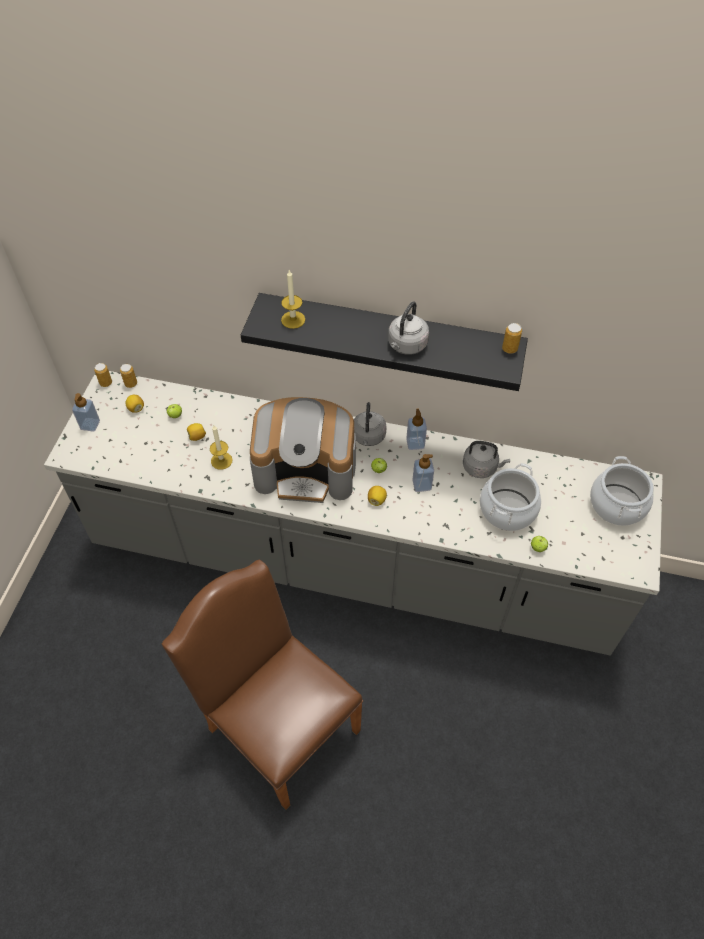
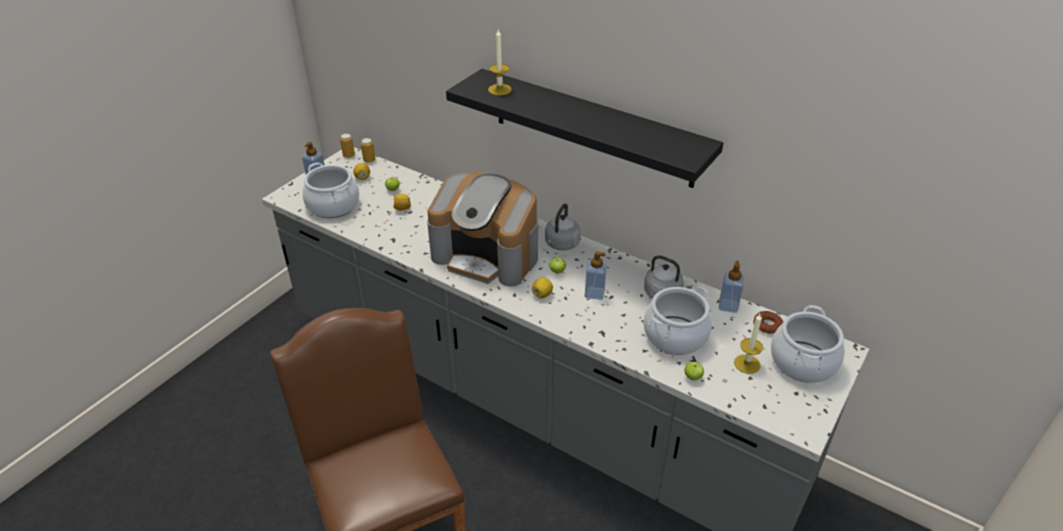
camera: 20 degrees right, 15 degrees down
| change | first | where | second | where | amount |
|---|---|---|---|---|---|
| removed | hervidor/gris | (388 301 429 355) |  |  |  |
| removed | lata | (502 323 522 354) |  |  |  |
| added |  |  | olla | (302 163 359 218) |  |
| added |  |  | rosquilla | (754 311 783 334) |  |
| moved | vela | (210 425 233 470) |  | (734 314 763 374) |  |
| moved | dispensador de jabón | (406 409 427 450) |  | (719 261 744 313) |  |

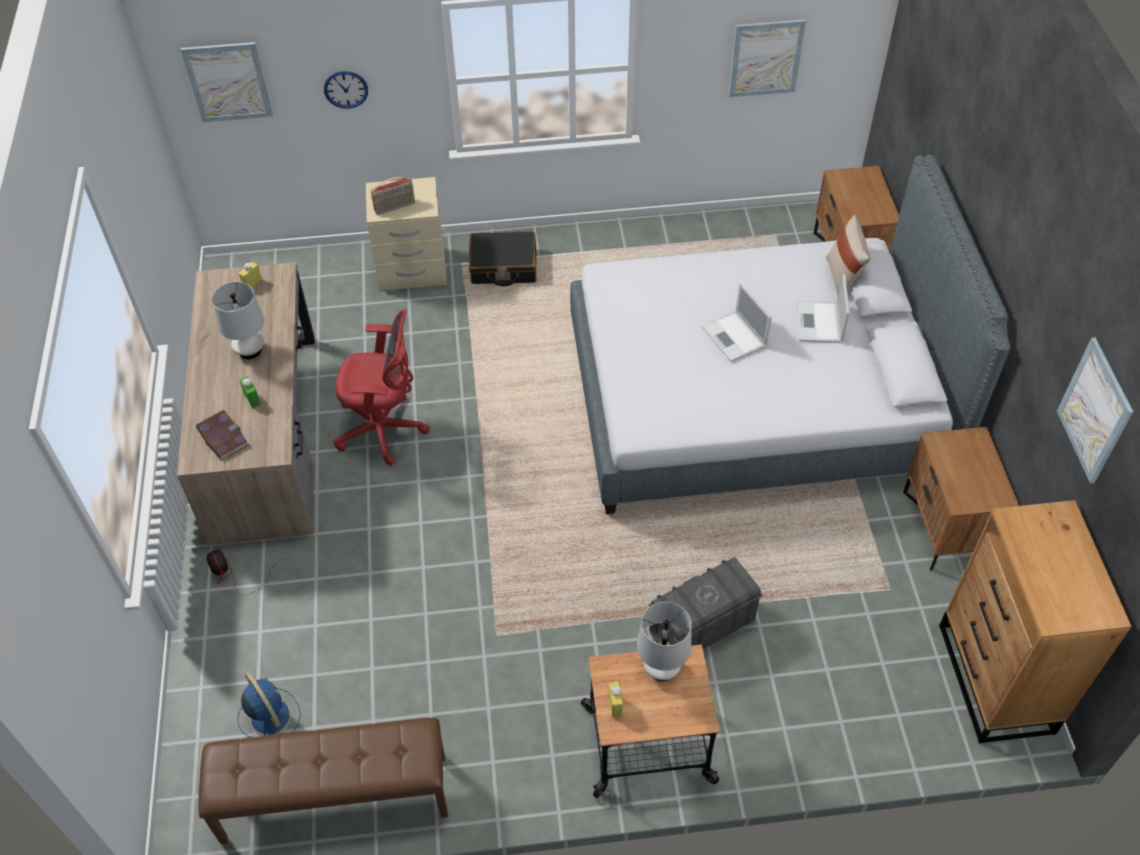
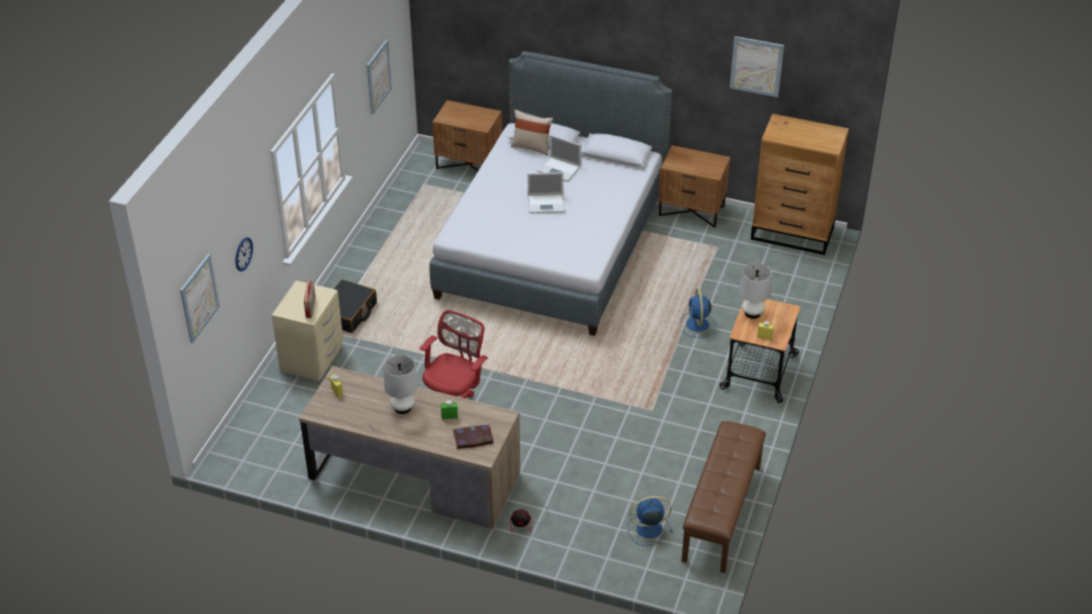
camera: 65 degrees left, 10 degrees down
| change | first | where | second | where | amount |
|---|---|---|---|---|---|
| replaced | caja de almacenaje/gris | (649 557 763 649) | ventilador/azul | (680 289 717 338) |  |

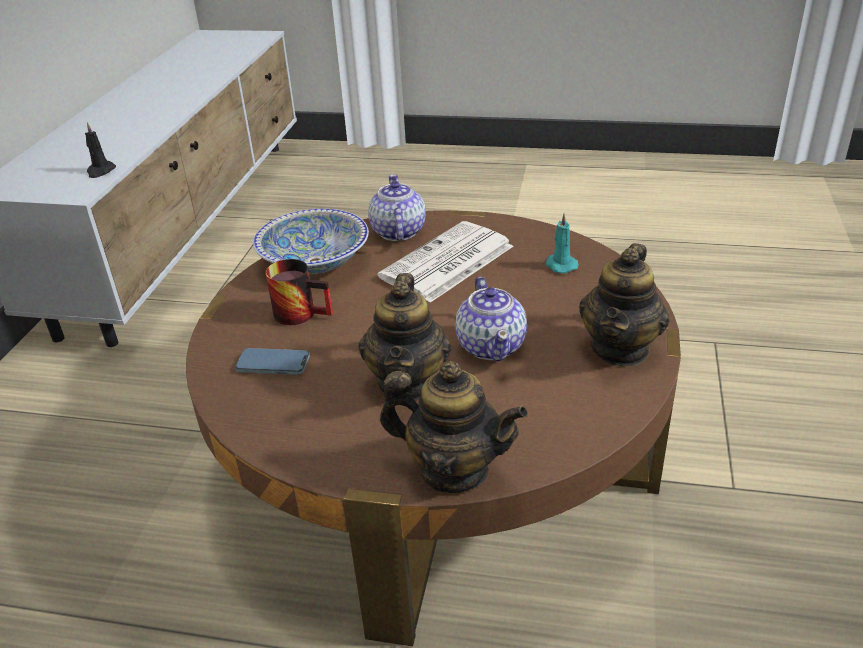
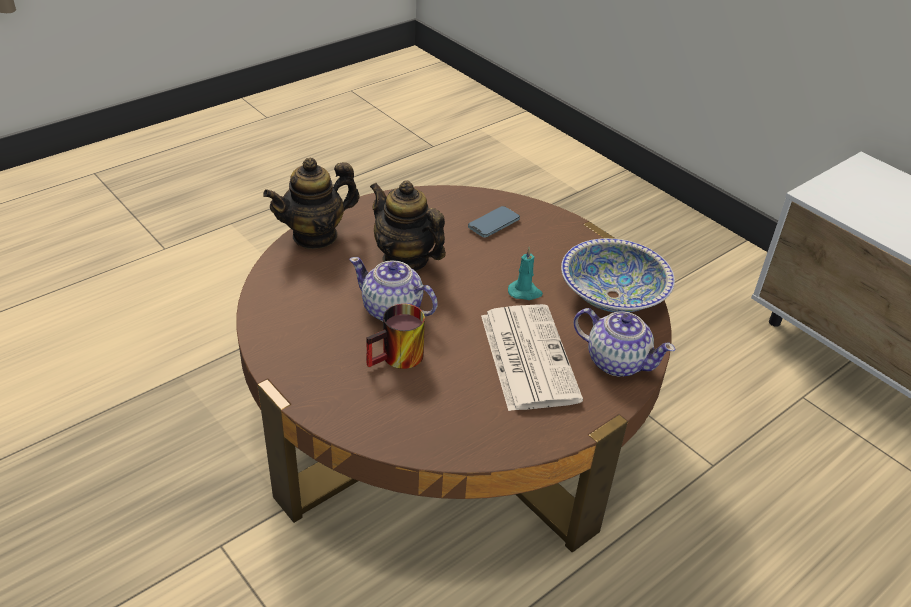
camera: 125 degrees right, 5 degrees up
| change | first | where | second | where | amount |
|---|---|---|---|---|---|
| removed | vela/negro | (85 122 116 178) |  |  |  |
| removed | tetera | (579 243 669 366) |  |  |  |
| moved | taza grande | (265 259 333 325) |  | (366 304 425 369) |  |
| moved | vela/turquesa | (545 213 579 273) |  | (508 247 543 300) |  |

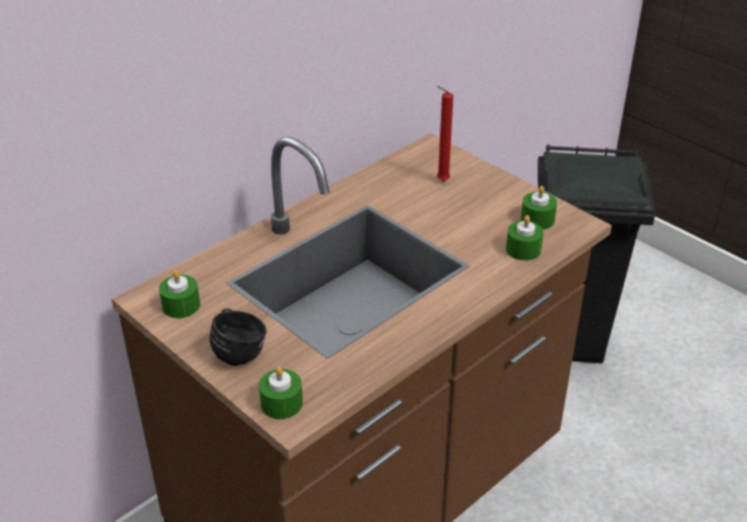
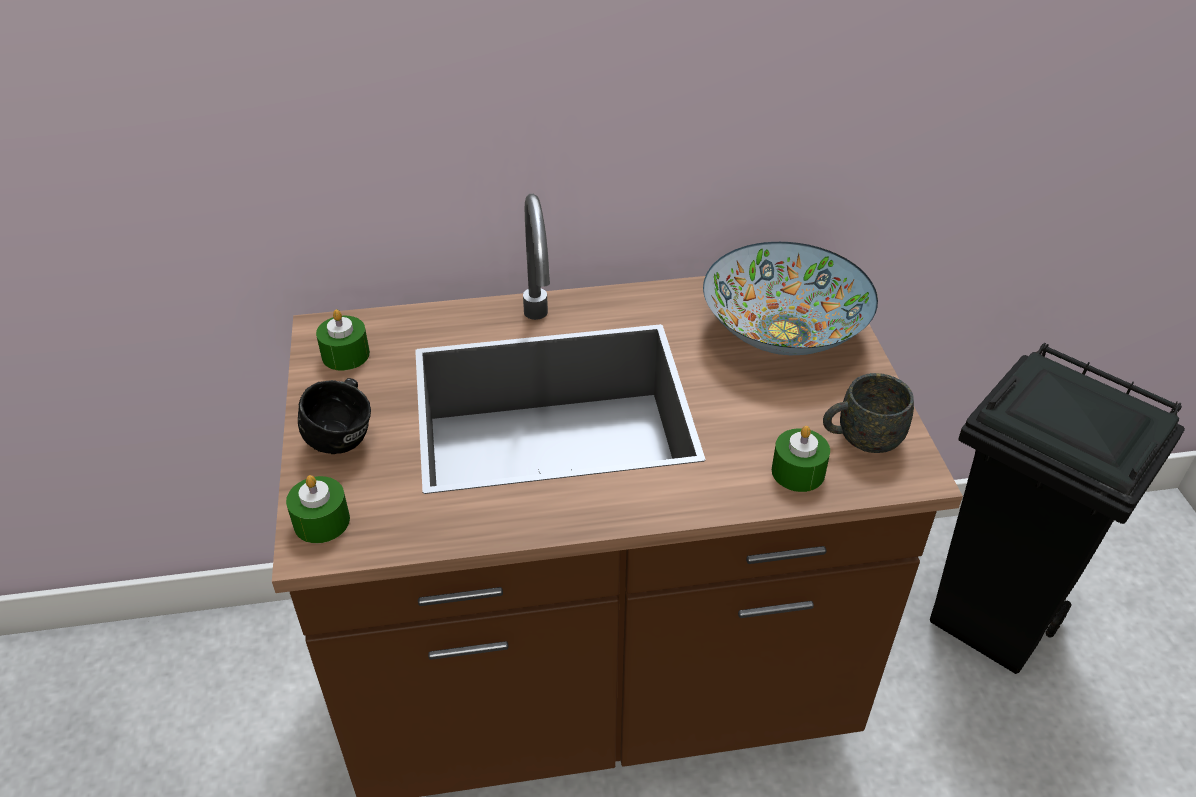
camera: 35 degrees right, 5 degrees up
| change | first | where | second | where | amount |
|---|---|---|---|---|---|
| replaced | vela/rojo | (437 86 453 181) | cuenco | (703 242 878 355) |  |
| replaced | vela/verde | (521 186 557 229) | taza grande/gris | (823 373 914 453) |  |

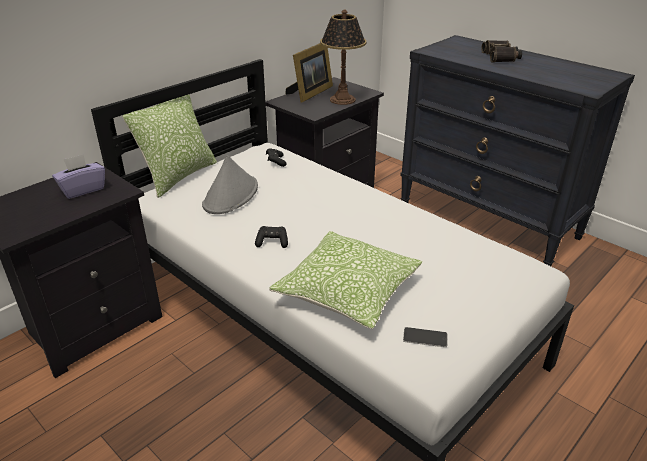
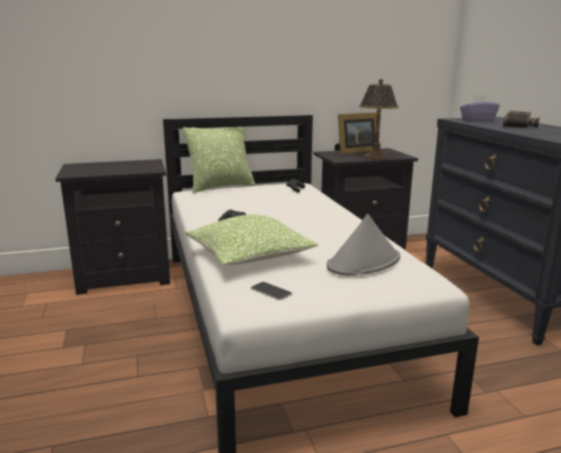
camera: 30 degrees right, 15 degrees down
| change | first | where | second | where | amount |
|---|---|---|---|---|---|
| moved | caja de pañuelos/morado | (52 154 105 199) |  | (460 95 500 122) |  |
| moved | sombrero/gris | (202 155 258 214) |  | (327 214 400 275) |  |

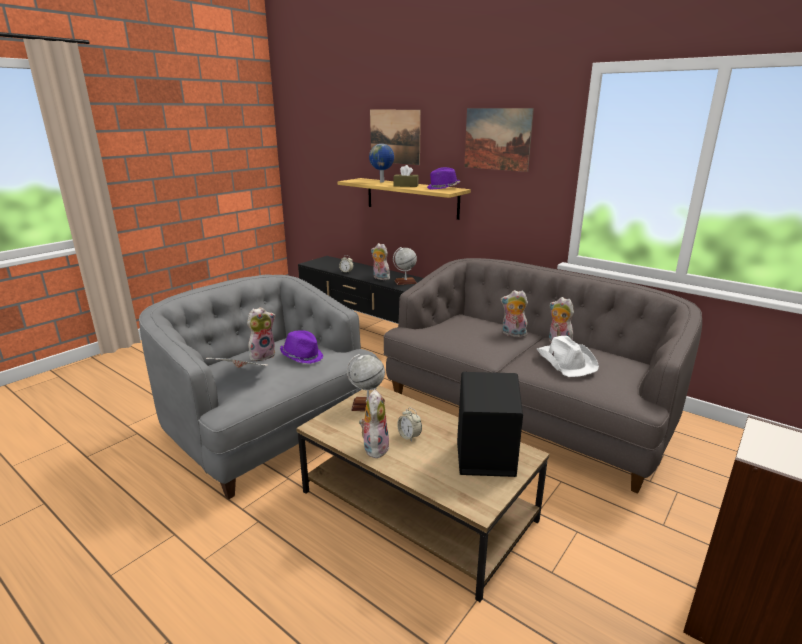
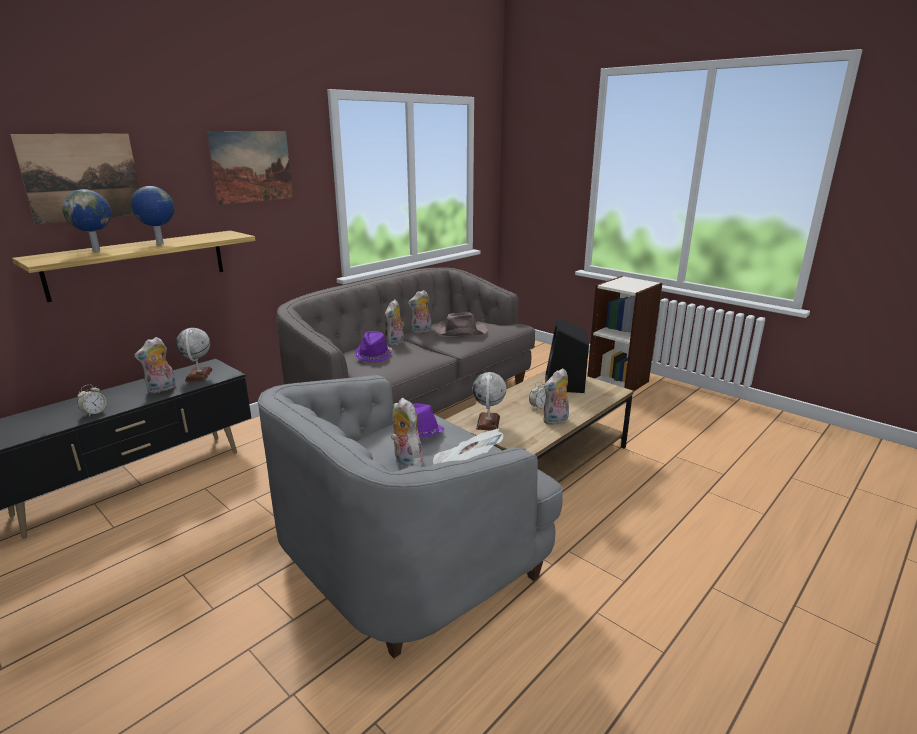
camera: 85 degrees left, 0 degrees up
| change | first | where | second | where | amount |
|---|---|---|---|---|---|
| moved | sombrero/morado | (427 167 460 189) |  | (356 331 392 363) |  |
| replaced | caja de pañuelos/marrón | (393 165 419 187) | globo terráqueo | (131 186 174 245) |  |
| recoloured | sombrero/blanco | (537 336 599 377) | sombrero/marrón | (434 312 488 336) |  |
| turned | peluche | (359 389 389 458) |  | (543 368 569 425) | 45 degrees counterclockwise |

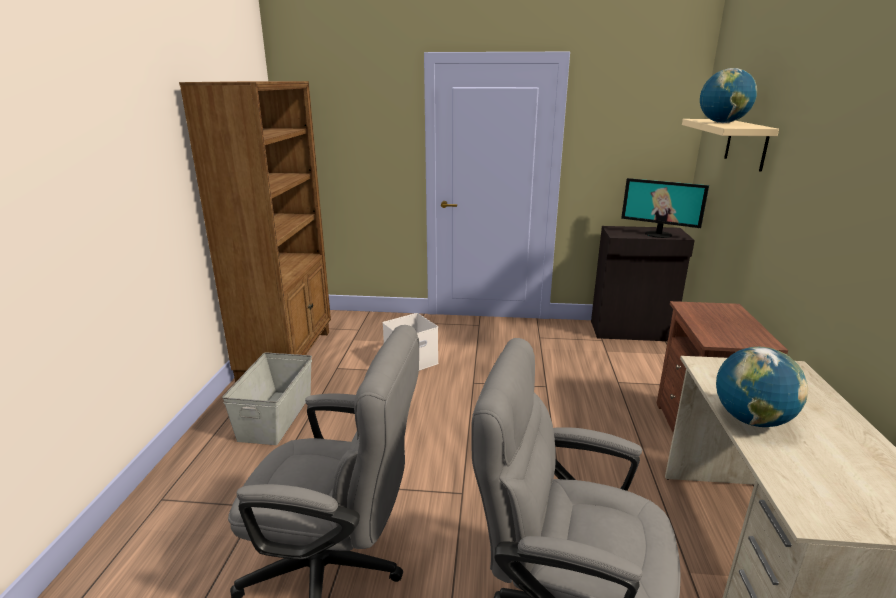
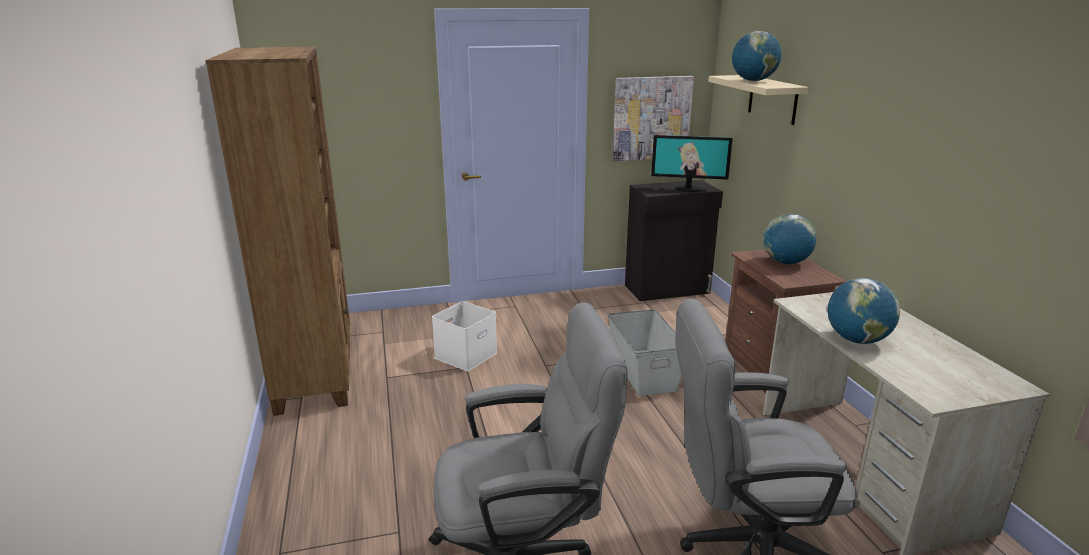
camera: 20 degrees left, 0 degrees up
| change | first | where | second | where | amount |
|---|---|---|---|---|---|
| added |  |  | cuadro | (613 76 694 161) |  |
| added |  |  | globo terráqueo | (763 214 817 264) |  |
| moved | caja de almacenaje/gris | (222 353 312 445) |  | (608 309 681 396) |  |

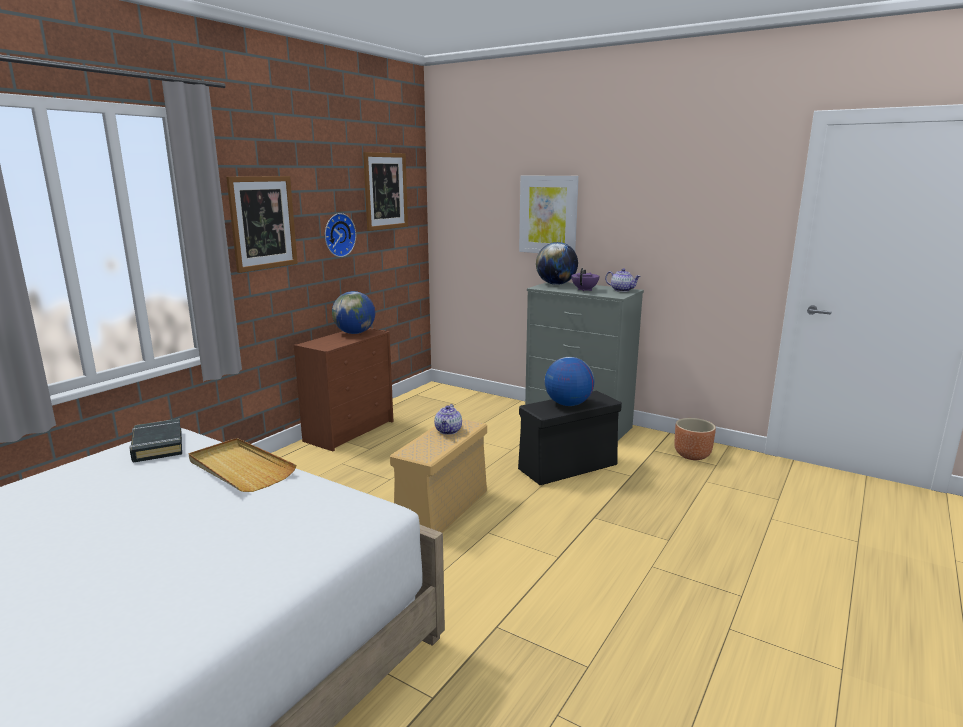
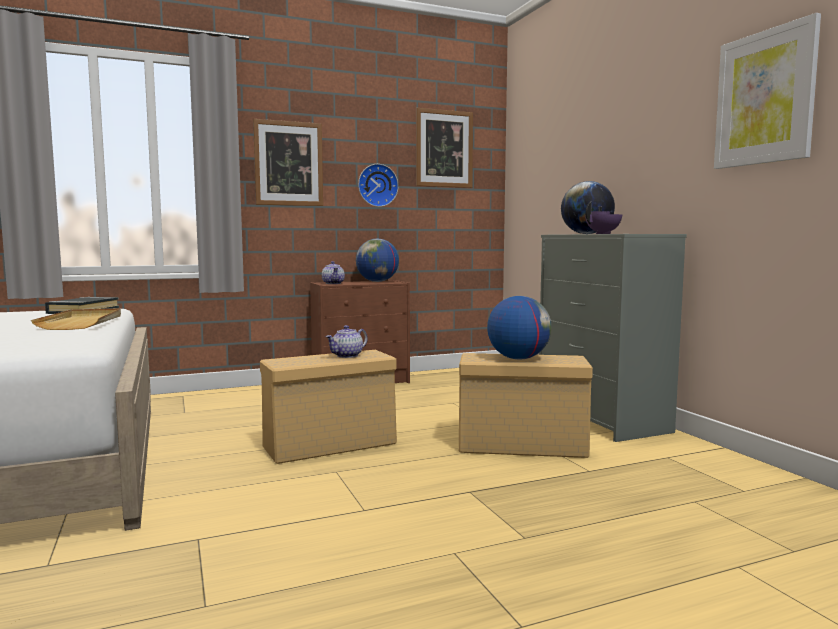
camera: 35 degrees right, 10 degrees down
| change | first | where | second | where | amount |
|---|---|---|---|---|---|
| removed | maceta/marrón | (674 418 716 460) |  |  |  |
| moved | cuadro | (519 176 579 253) |  | (714 13 821 169) |  |
| moved | tetera | (605 268 641 292) |  | (322 261 345 284) |  |
| recoloured | caja de almacenaje/negro | (518 391 622 485) | caja de almacenaje/beis | (459 353 593 458) |  |

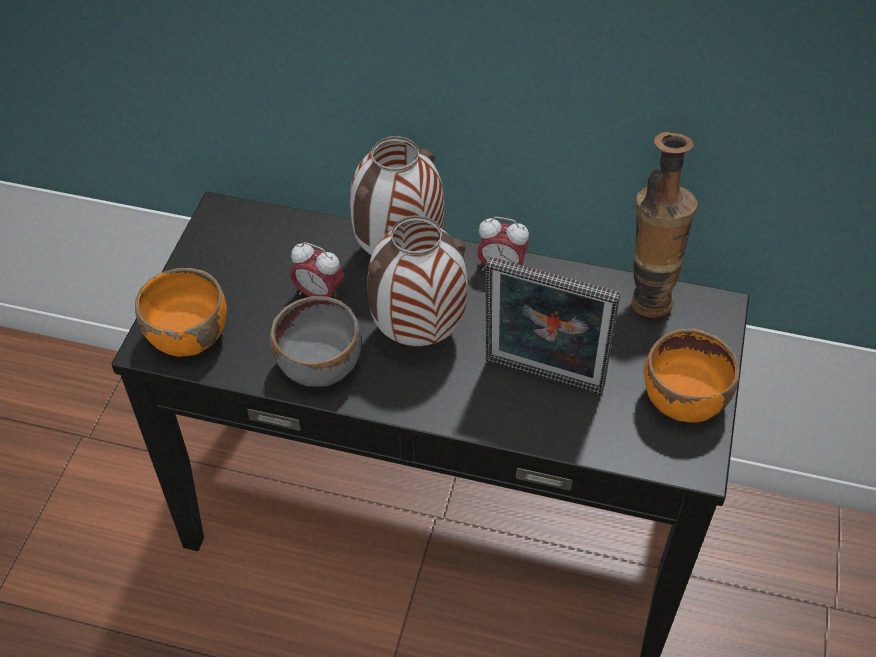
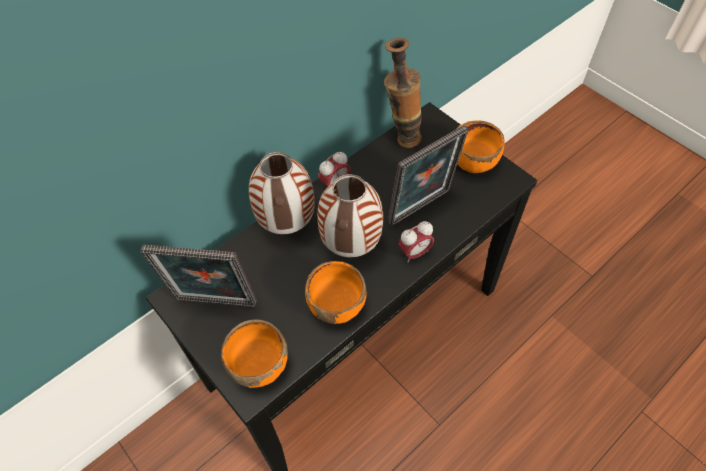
camera: 55 degrees left, 5 degrees up
| change | first | where | second | where | amount |
|---|---|---|---|---|---|
| added |  |  | portarretratos | (141 245 257 307) |  |
| moved | despertador | (290 242 344 297) |  | (398 221 434 262) |  |
| recoloured | cuenco/gris | (270 296 361 387) | cuenco/naranja | (305 261 367 324) |  |

